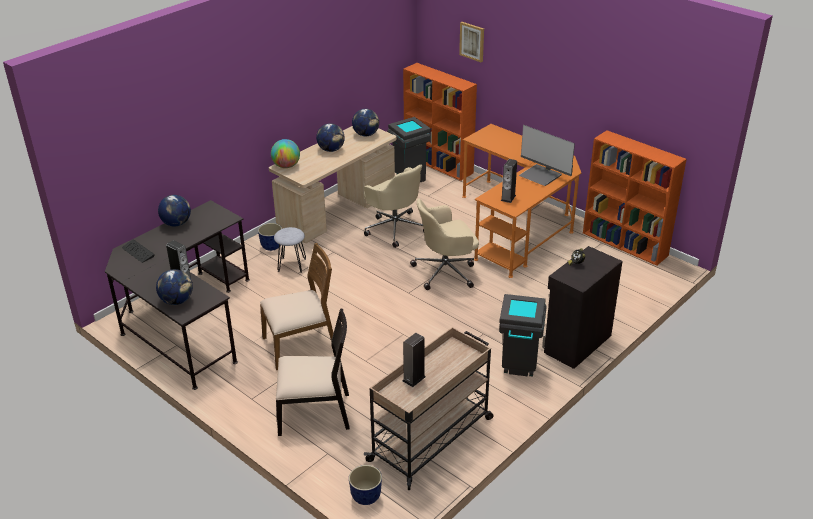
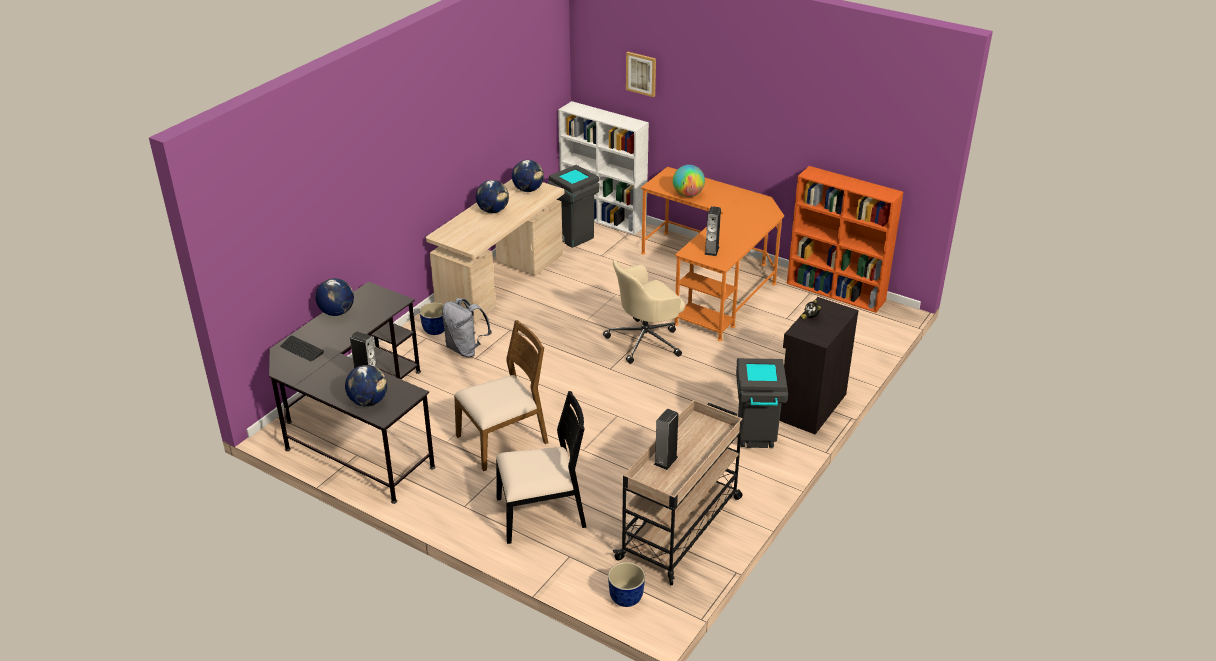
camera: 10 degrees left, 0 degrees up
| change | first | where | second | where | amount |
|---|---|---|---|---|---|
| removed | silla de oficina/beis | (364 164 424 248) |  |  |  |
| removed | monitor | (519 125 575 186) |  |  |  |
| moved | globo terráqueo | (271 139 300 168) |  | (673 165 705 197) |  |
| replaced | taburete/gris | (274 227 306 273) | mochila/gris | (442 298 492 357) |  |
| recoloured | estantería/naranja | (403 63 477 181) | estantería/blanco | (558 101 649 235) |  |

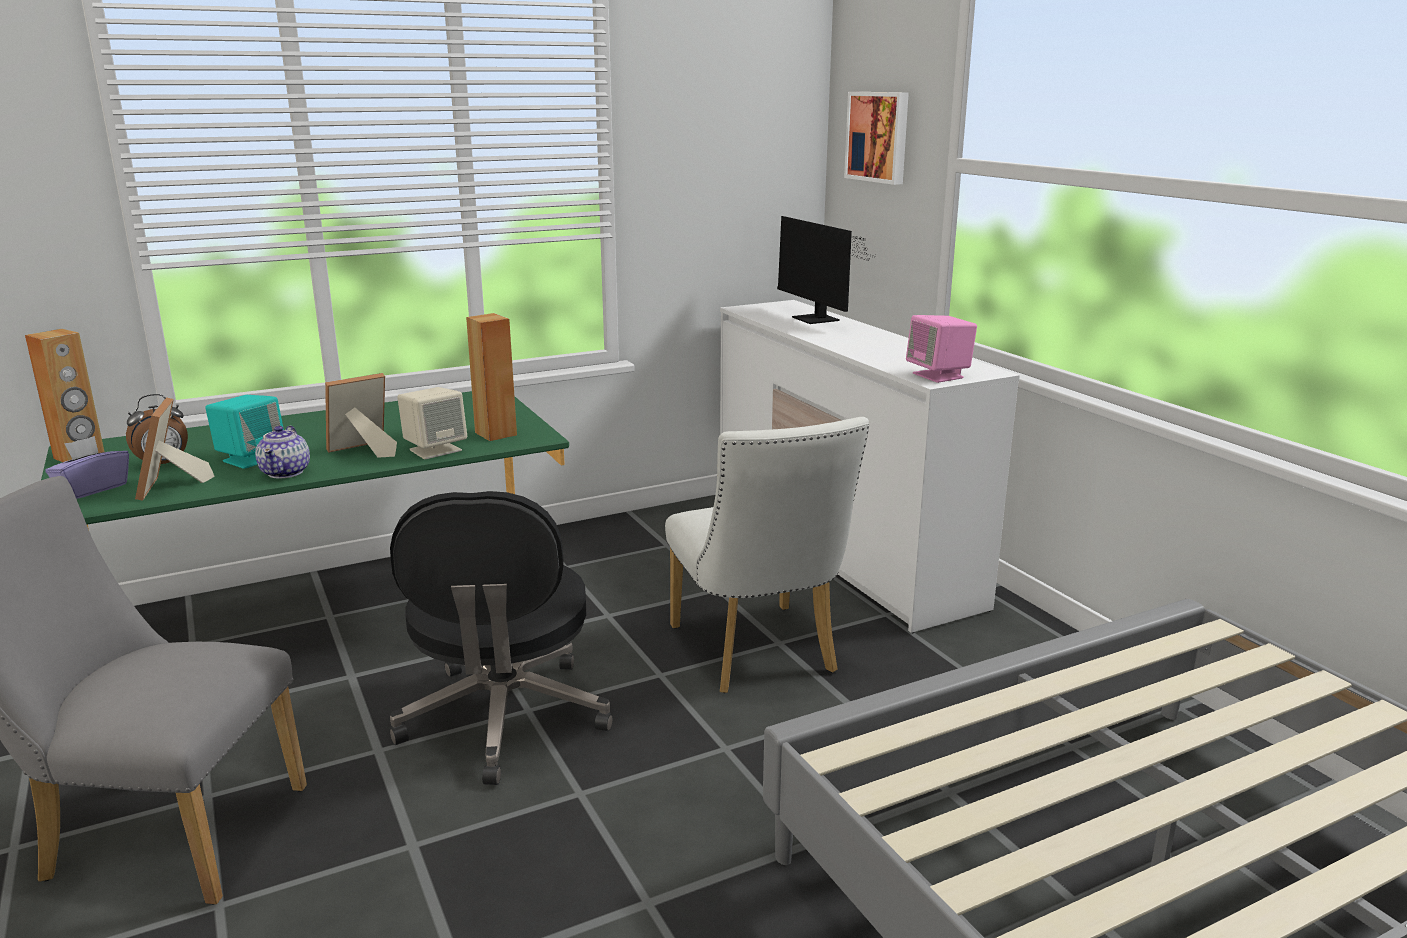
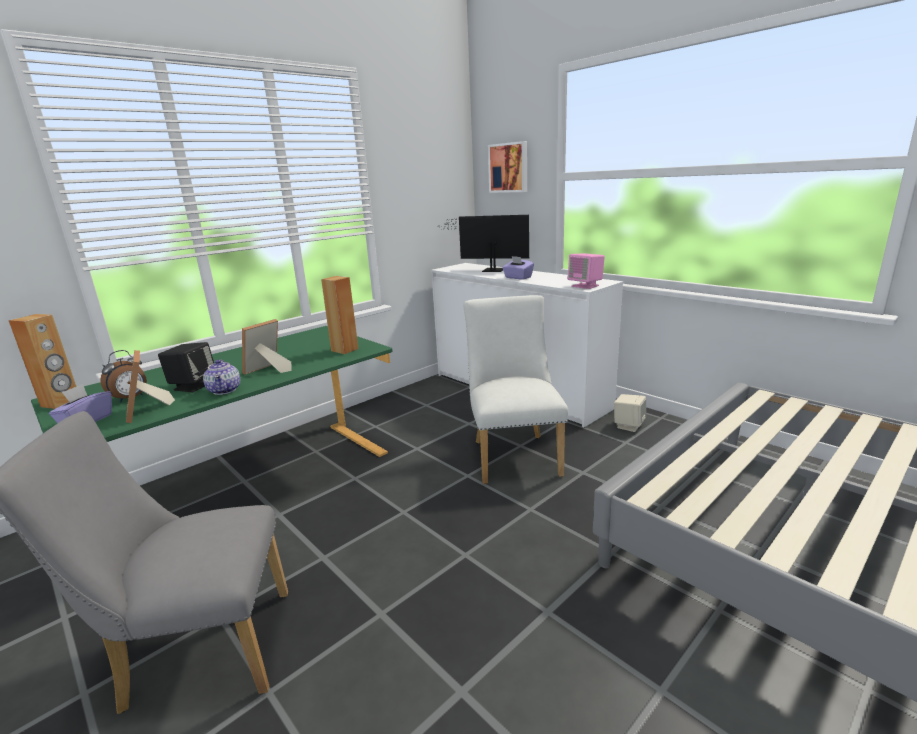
camera: 15 degrees left, 0 degrees up
| change | first | where | second | where | amount |
|---|---|---|---|---|---|
| removed | silla de oficina/negro | (390 491 613 785) |  |  |  |
| added |  |  | caja de pañuelos/morado | (502 256 534 280) |  |
| moved | altavoz/beis | (397 387 467 459) |  | (614 394 646 432) |  |
| recoloured | altavoz/turquesa | (205 395 284 469) | altavoz/negro | (158 342 214 392) |  |
| turned | silla/blanco | (665 417 869 693) |  | (464 295 568 484) | 150 degrees counterclockwise |
| turned | monitor | (777 216 876 324) |  | (440 215 529 272) | 150 degrees clockwise |

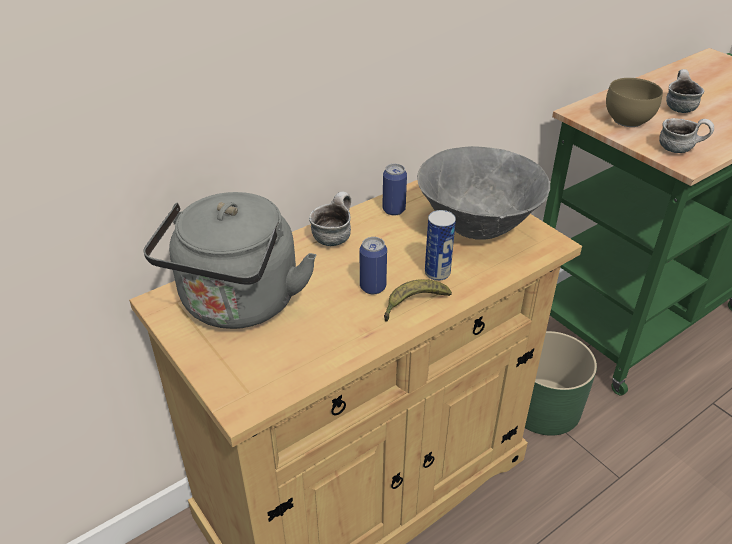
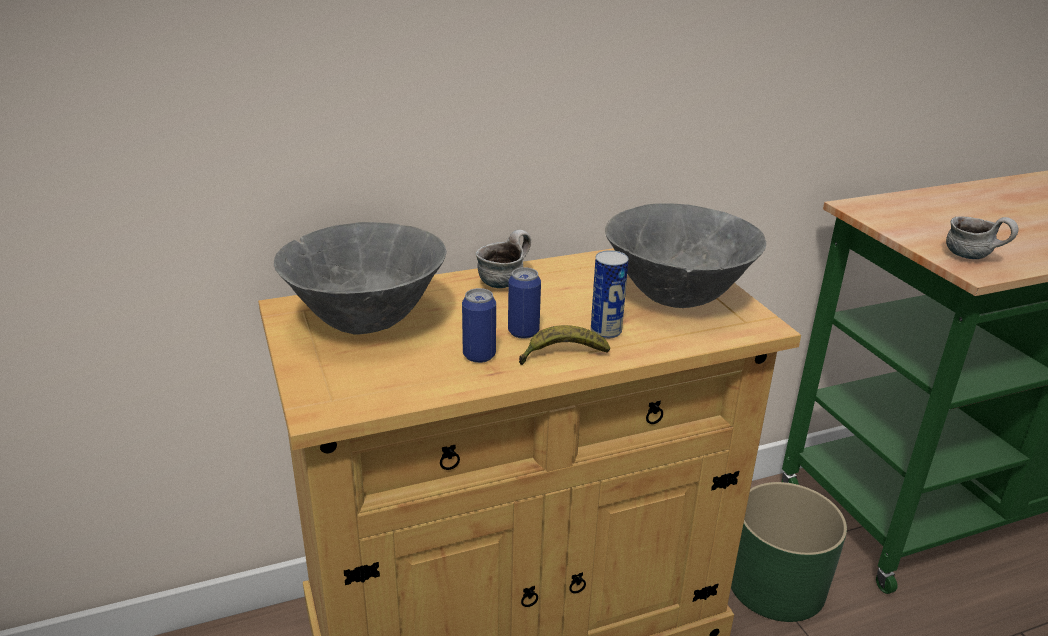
camera: 15 degrees right, 10 degrees down
| change | first | where | second | where | amount |
|---|---|---|---|---|---|
| removed | cuenco/marrón | (606 78 663 127) |  |  |  |
| removed | taza grande | (666 69 704 113) |  |  |  |
| moved | lata | (383 164 407 215) |  | (462 288 496 363) |  |
| replaced | hervidor/gris | (143 192 316 329) | cuenco/gris | (274 222 447 334) |  |

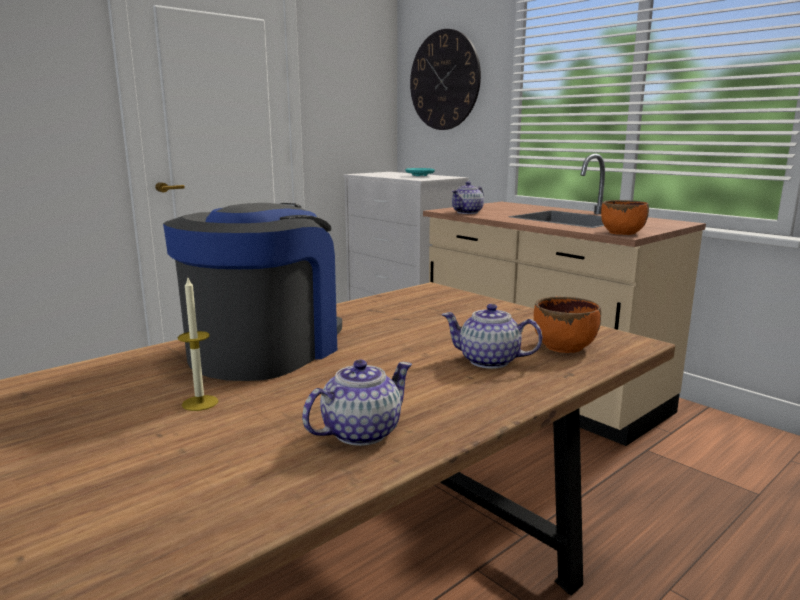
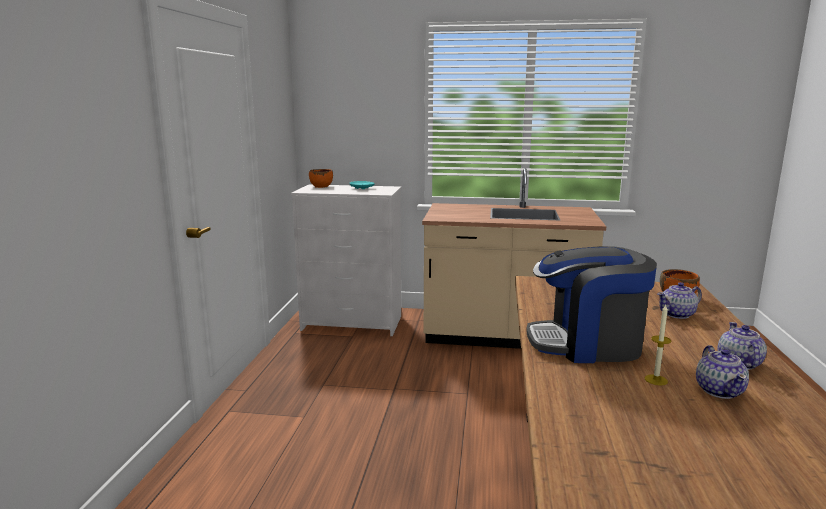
camera: 40 degrees left, 0 degrees up
| change | first | where | second | where | amount |
|---|---|---|---|---|---|
| removed | reloj de pared | (410 29 481 130) |  |  |  |
| moved | tetera | (452 181 484 214) |  | (696 345 749 399) |  |
| moved | cuenco/naranja | (601 200 649 235) |  | (309 169 333 188) |  |
| turned | cafetera | (163 203 342 381) |  | (526 246 657 363) | 75 degrees counterclockwise |

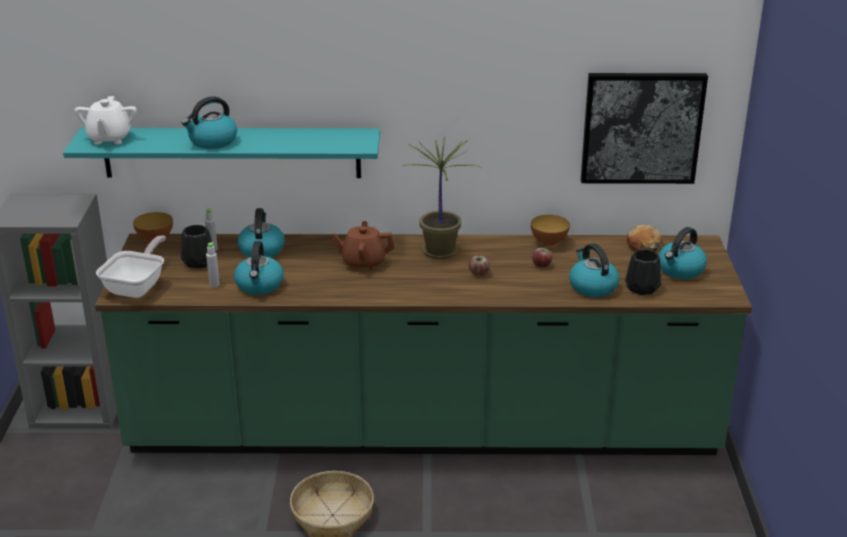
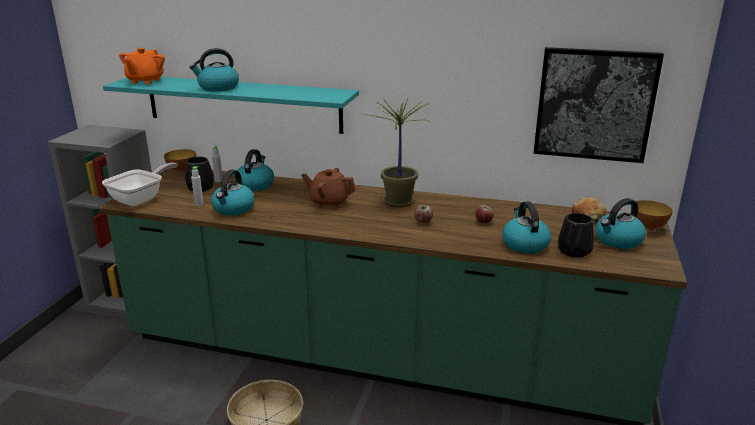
camera: 15 degrees right, 5 degrees down
| change | first | where | second | where | amount |
|---|---|---|---|---|---|
| moved | cuenco | (531 215 570 246) |  | (636 200 673 230) |  |
| recoloured | tetera/blanco | (74 96 137 144) | tetera/naranja | (119 48 165 84) |  |

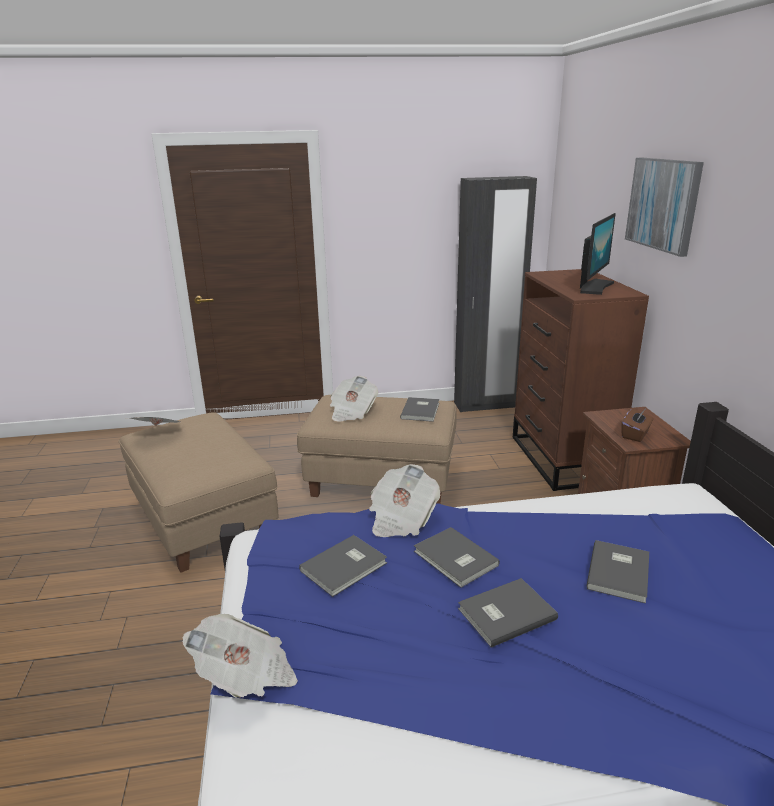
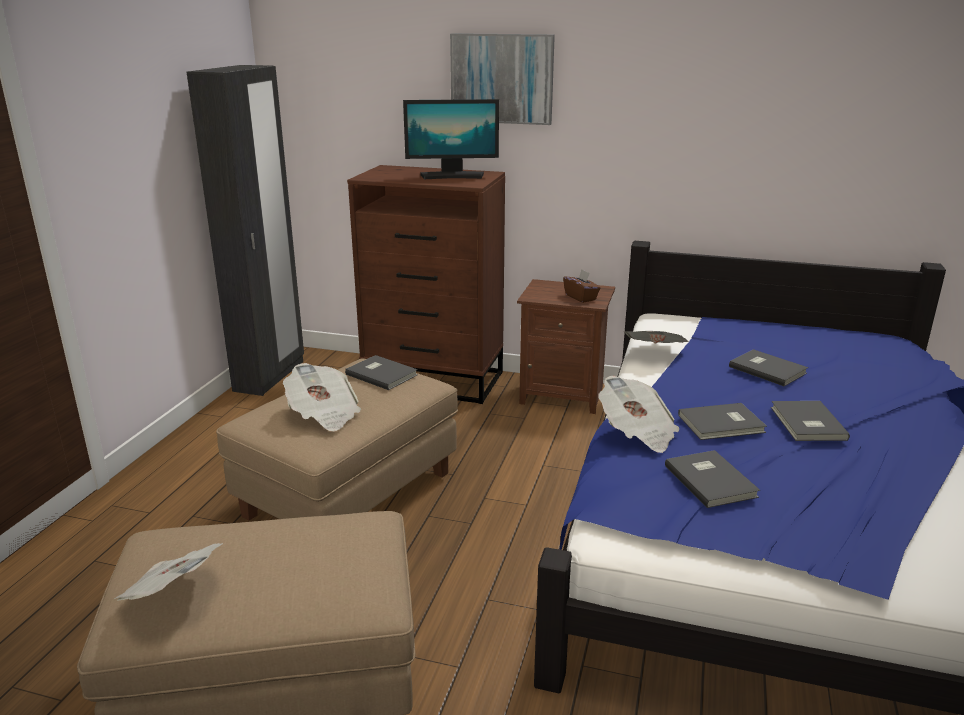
camera: 65 degrees left, 0 degrees up
| change | first | where | second | where | amount |
|---|---|---|---|---|---|
| moved | periódico | (183 614 298 698) |  | (625 331 689 343) |  |
| turned | monitor | (580 213 616 295) |  | (403 99 499 179) | 120 degrees clockwise |

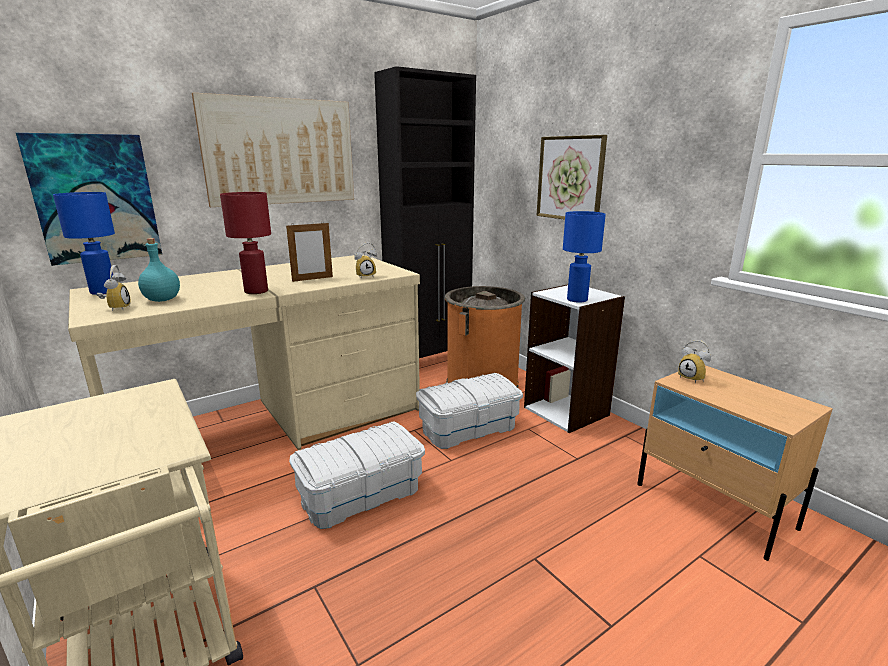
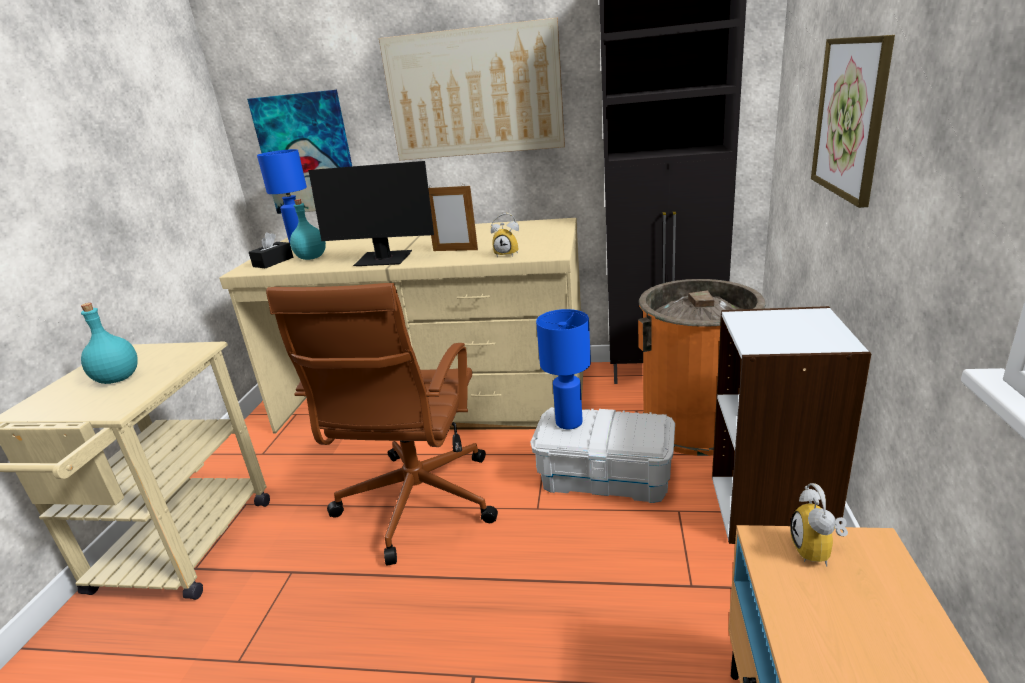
camera: 45 degrees right, 5 degrees up
| change | first | where | second | where | amount |
|---|---|---|---|---|---|
| added |  |  | botella/turquesa | (81 303 138 384) |  |
| moved | lámpara de mesa/azul | (563 211 606 303) |  | (536 309 591 429) |  |
| replaced | despertador | (97 265 131 311) | caja de pañuelos/negro | (249 232 293 269) |  |
| replaced | lámpara de mesa/rojo | (220 192 271 294) | monitor | (308 161 434 266) |  |
| replaced | caja de almacenaje/blanco | (289 422 425 529) | silla de oficina/marrón | (266 283 498 566) |  |

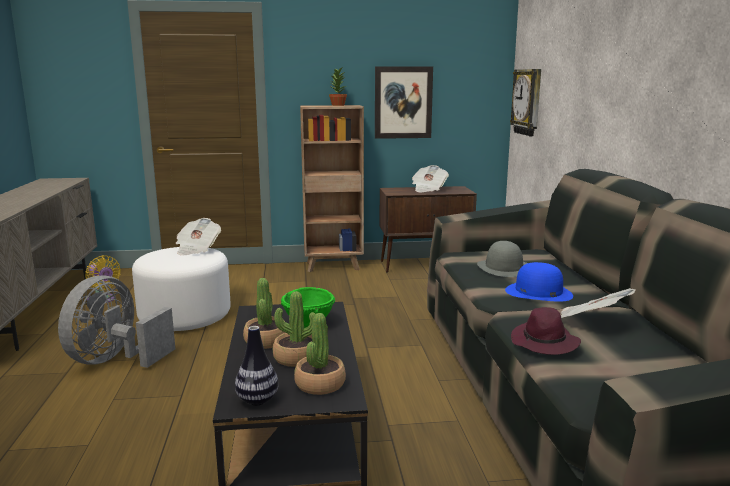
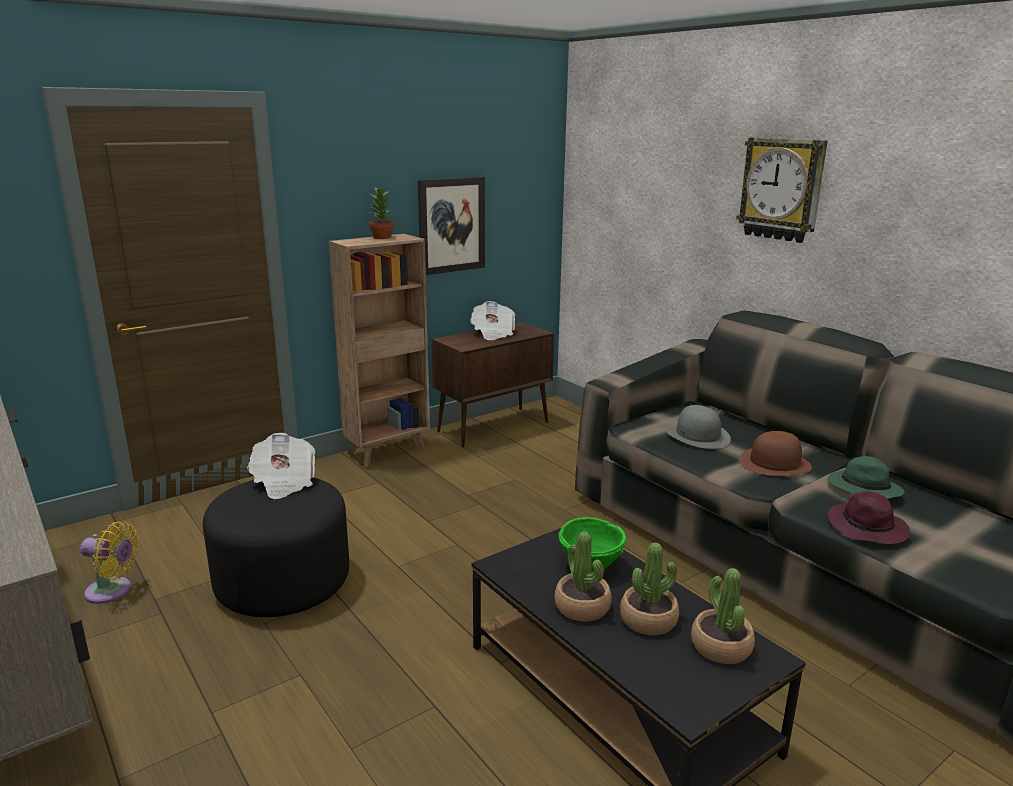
camera: 30 degrees left, 5 degrees up
| change | first | where | second | where | amount |
|---|---|---|---|---|---|
| removed | ventilador/gris | (58 275 175 368) |  |  |  |
| removed | florero | (235 326 279 405) |  |  |  |
| moved | reloj de pared | (510 69 541 136) |  | (736 138 827 243) |  |
| replaced | periódico | (561 288 636 318) | sombrero/verde | (827 456 904 499) |  |
| recoloured | puf/blanco | (132 247 231 331) | puf/negro | (203 478 349 617) |  |
| recoloured | sombrero/azul | (505 262 573 302) | sombrero/marrón | (739 431 812 476) |  |

